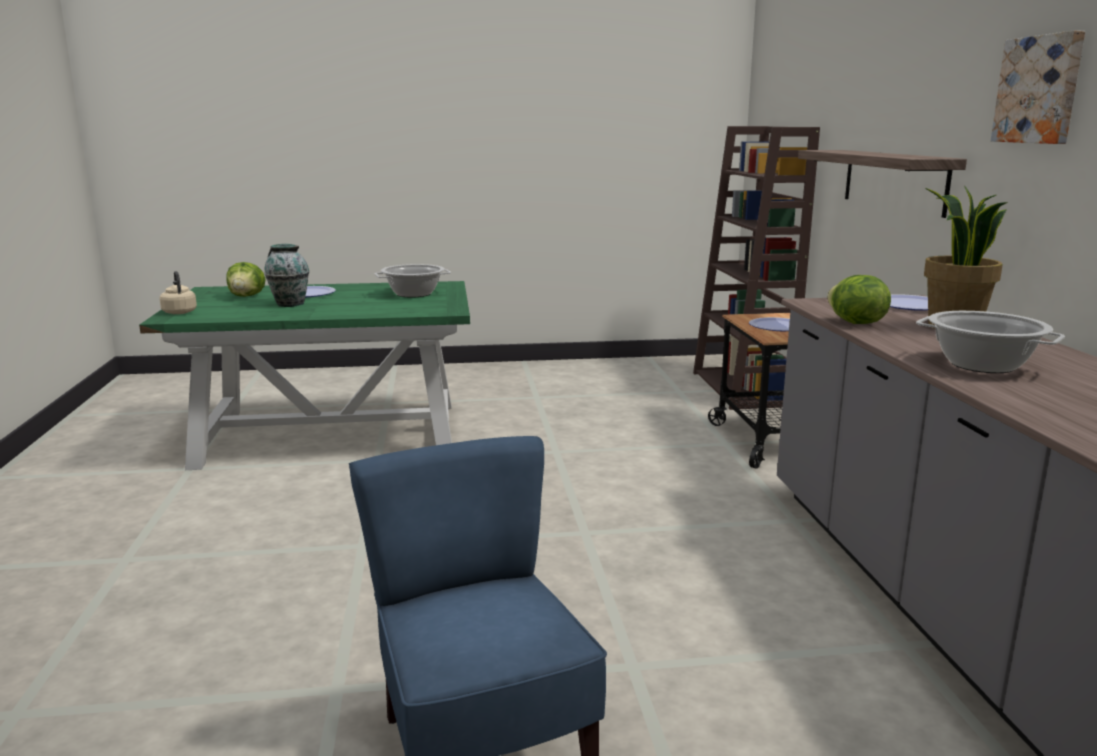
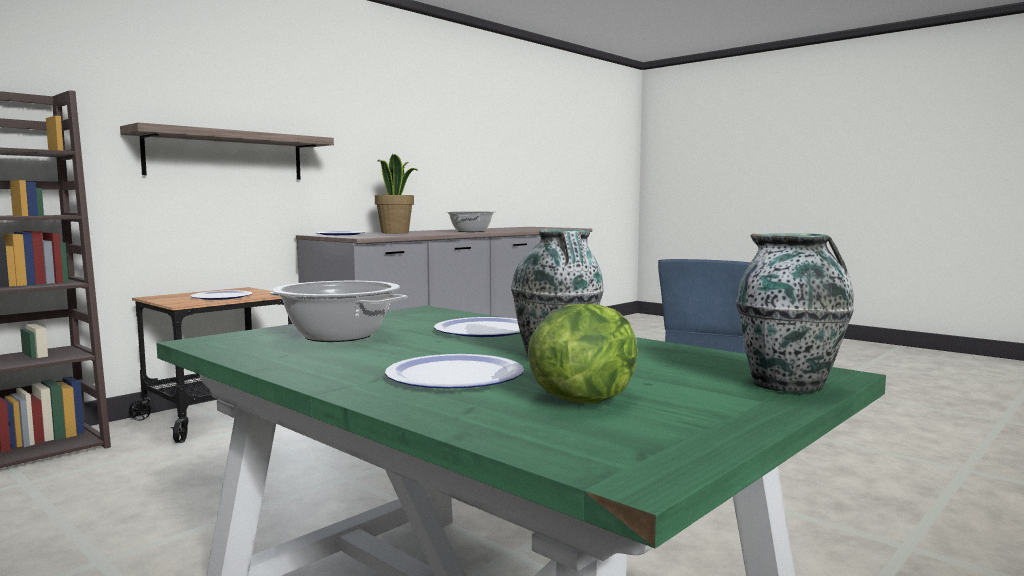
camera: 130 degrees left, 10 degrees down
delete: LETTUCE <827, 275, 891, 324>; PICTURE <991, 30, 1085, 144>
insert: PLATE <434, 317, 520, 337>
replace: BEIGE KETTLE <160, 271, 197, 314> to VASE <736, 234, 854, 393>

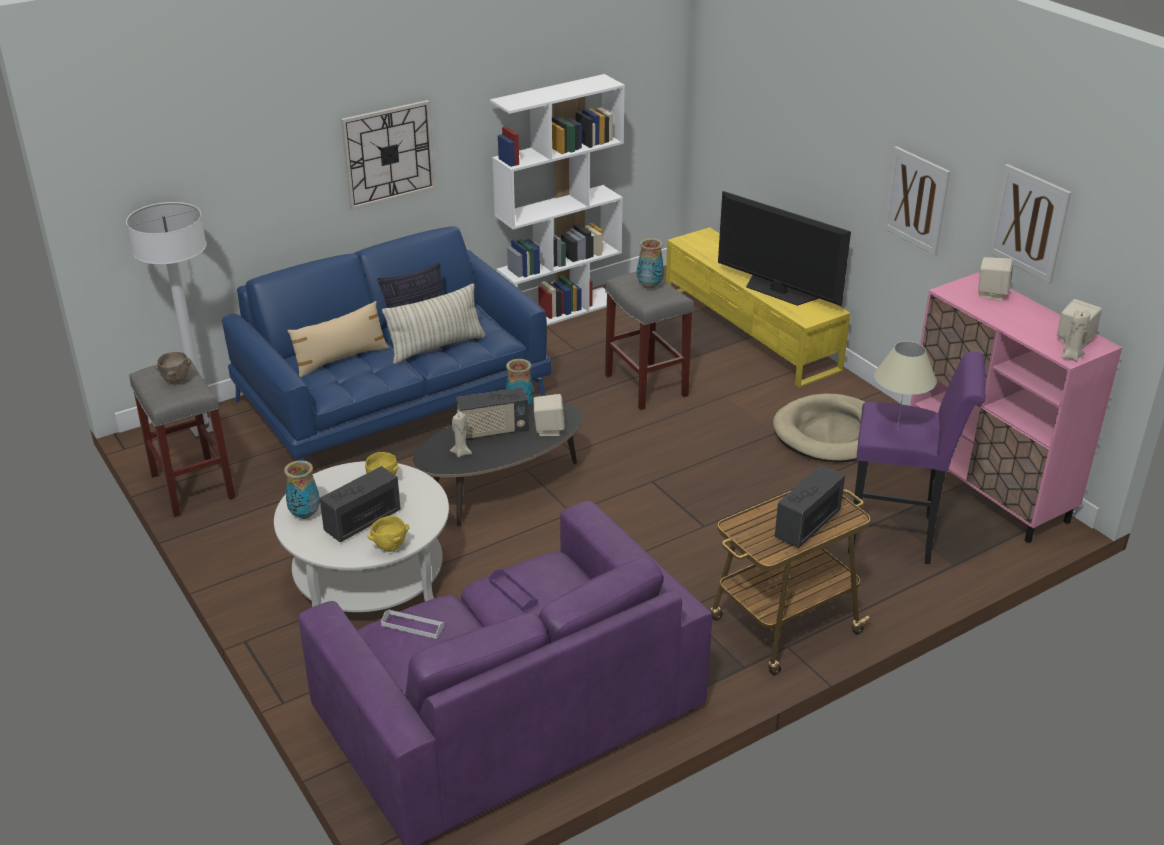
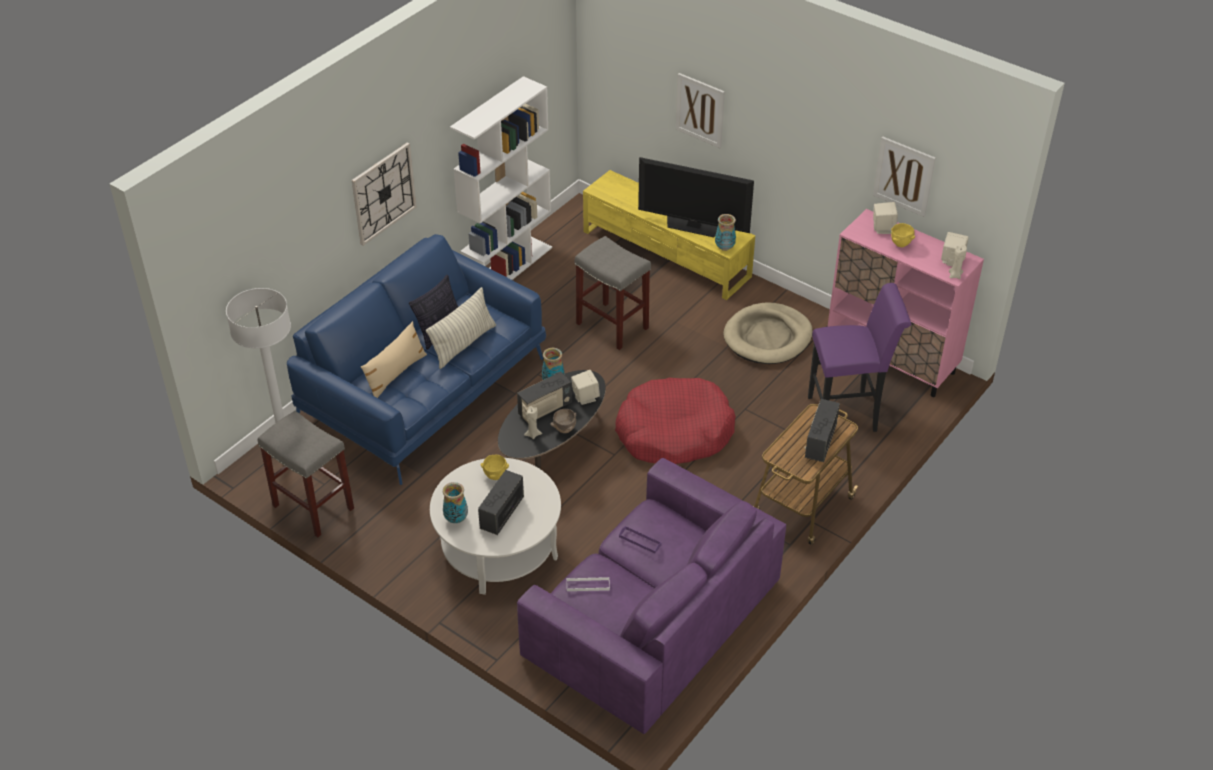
camera: 20 degrees left, 10 degrees up
delete: BEIGE TABLE LAMP <874, 341, 937, 430>
insert: RED DOG BED <615, 378, 736, 464>
move: BROWN BOWL <155, 352, 191, 384> to <551, 409, 576, 433>; YELLOW BOWL <367, 516, 409, 552> to <891, 223, 915, 247>; VASE <637, 238, 664, 289> to <715, 214, 736, 251>; PICTURE <883, 146, 951, 256> to <676, 73, 725, 148>

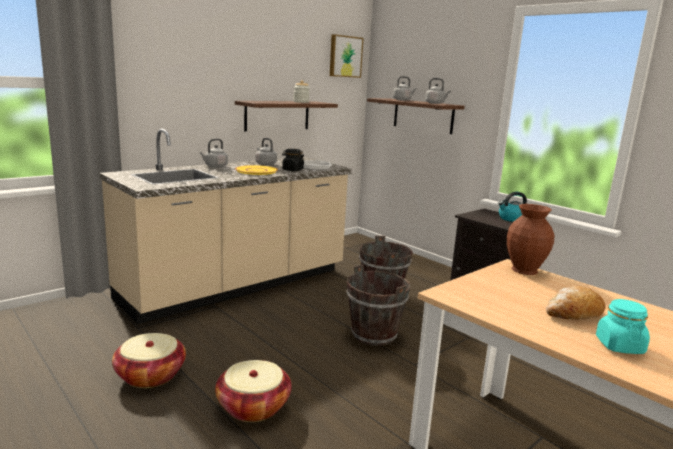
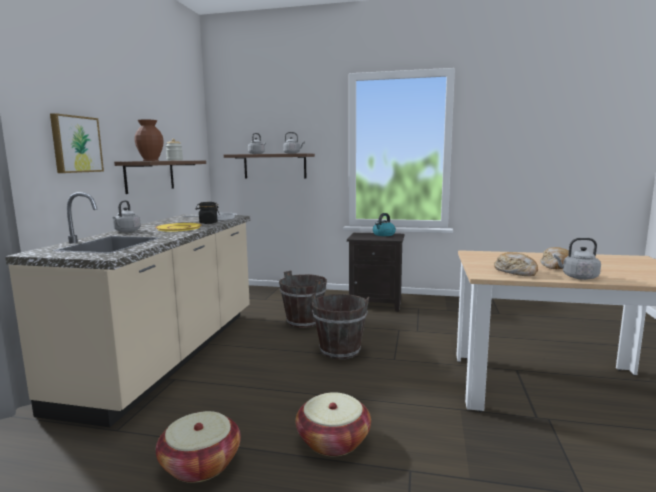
camera: 35 degrees left, 5 degrees down
delete: TURQUOISE JAR <596, 299, 650, 354>
insert: BREAD <494, 252, 538, 276>
move: GREY KETTLE <255, 138, 277, 166> to <554, 238, 601, 280>; PICTURE <330, 34, 364, 78> to <50, 113, 104, 173>; BROWN VASE <507, 204, 555, 275> to <135, 119, 164, 161>

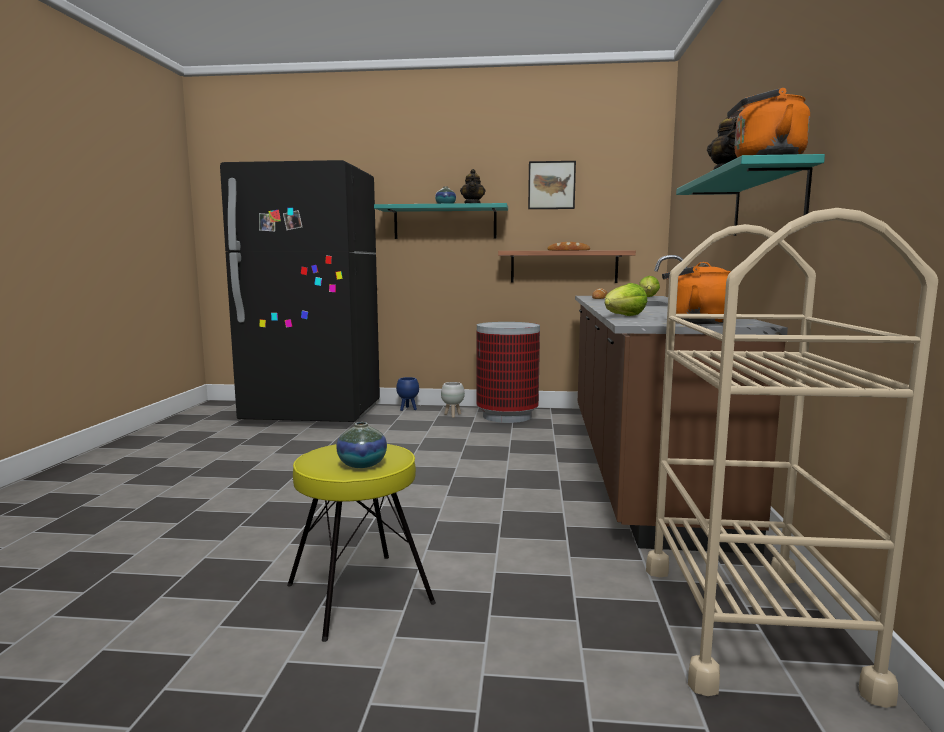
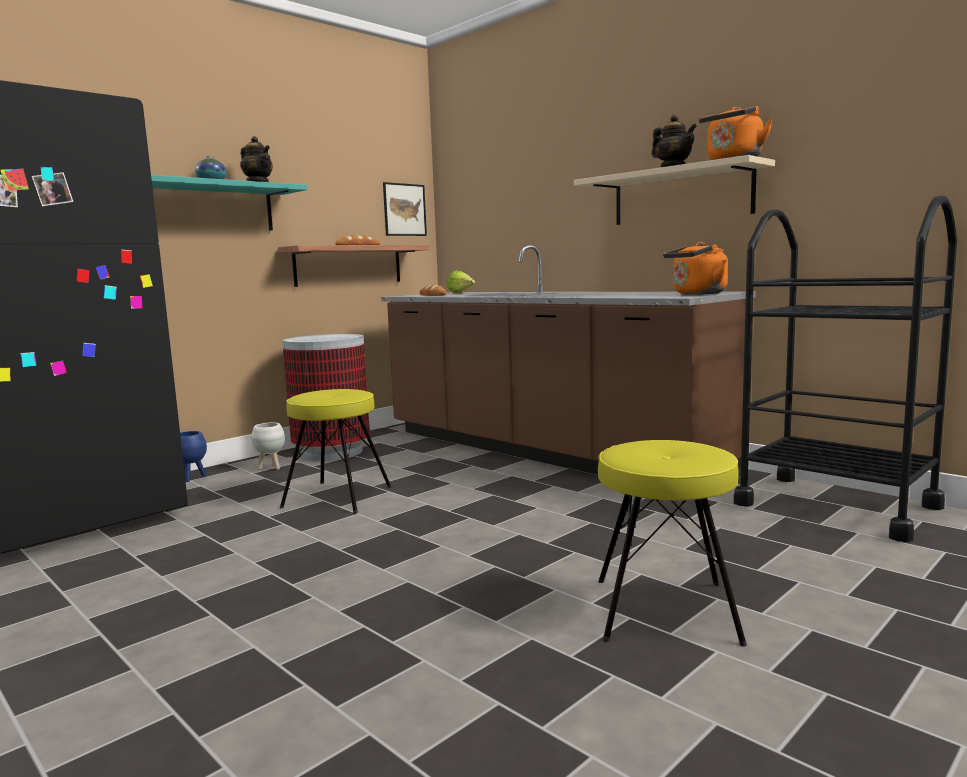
camera: 50 degrees left, 0 degrees up
delete: VASE <336, 422, 387, 468>; LETTUCE <605, 283, 648, 316>
insert: YELLOW STOOL <280, 389, 391, 514>
move: PICTURE <528, 161, 576, 209> to <383, 182, 427, 236>
recolor: BEIGE CART <646, 208, 938, 708> to BLACK CART <734, 195, 957, 542>; TURQUOISE SHELF <676, 154, 825, 236> to BEIGE SHELF <574, 155, 775, 225>

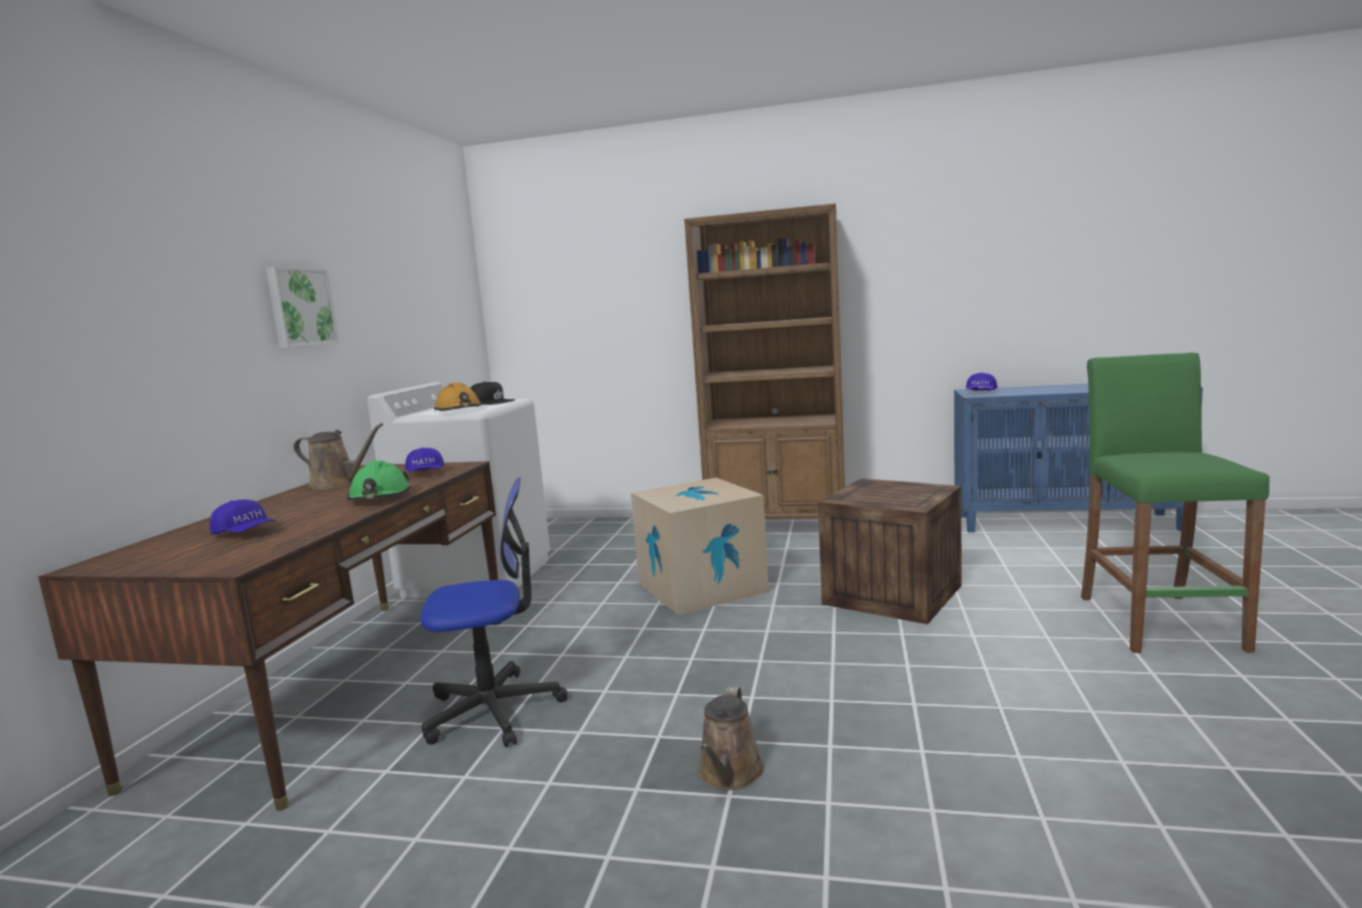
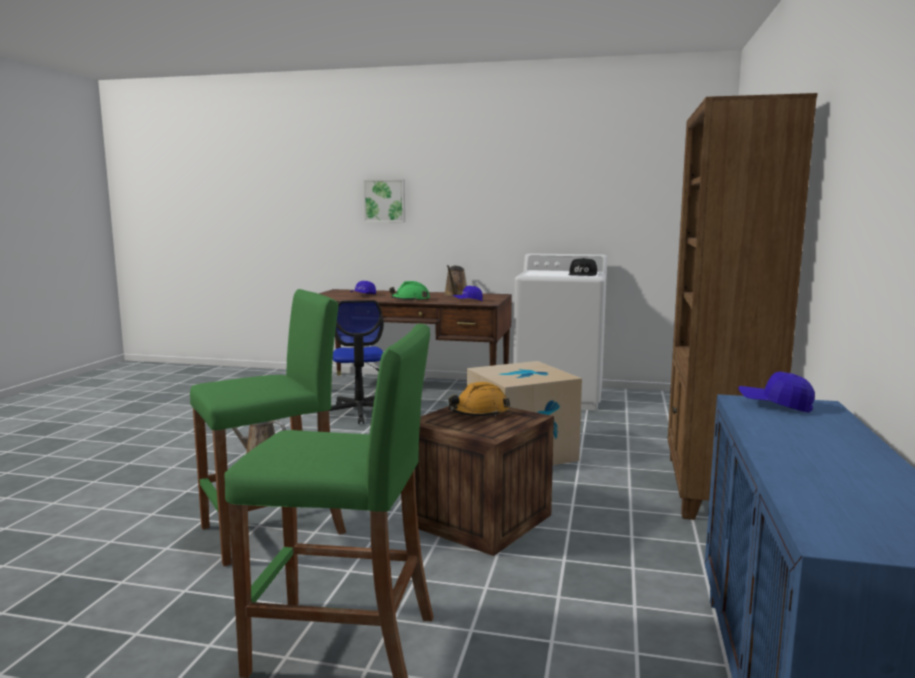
camera: 90 degrees right, 0 degrees up
insert: GREEN STOOL <190, 289, 346, 566>
move: PICTURE <266, 267, 339, 348> to <363, 179, 405, 222>; ORANGE HARD HAT <434, 382, 482, 412> to <449, 382, 510, 417>

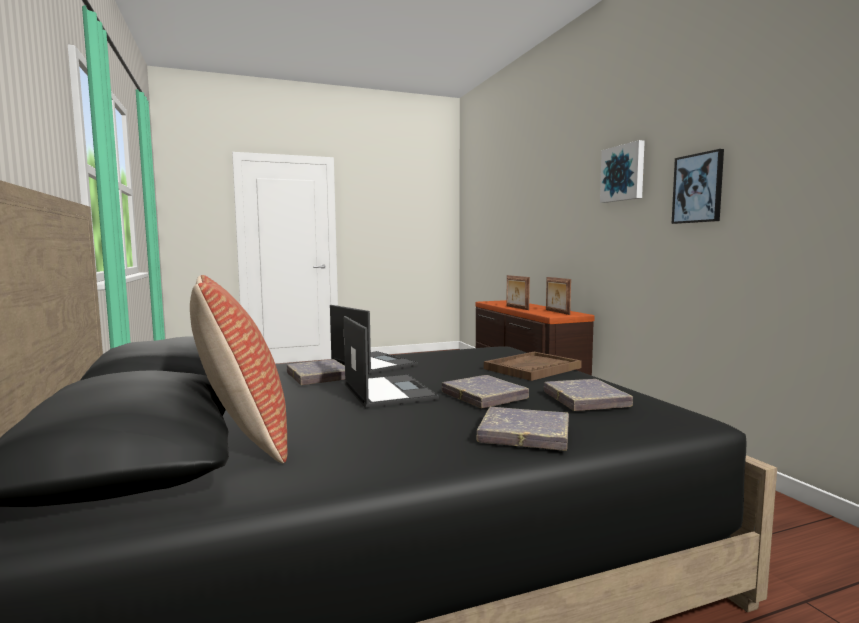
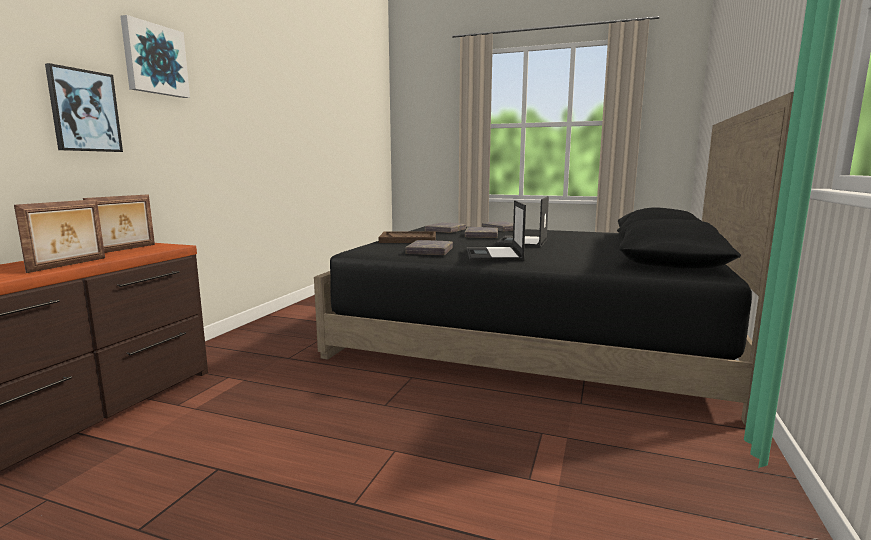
camera: 140 degrees left, 5 degrees up
delete: PILLOW <190, 275, 288, 464>
move: GREY BOOK <287, 359, 345, 385> to <405, 240, 453, 255>; PICTURE <672, 149, 724, 224> to <45, 63, 123, 152>

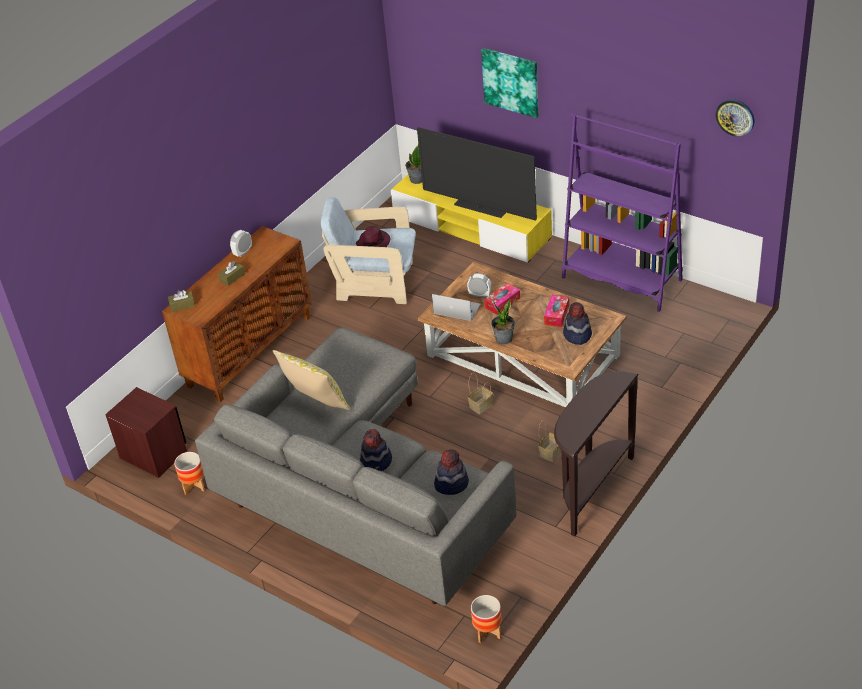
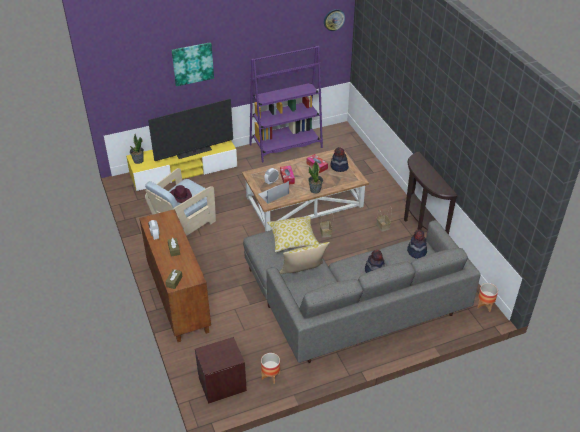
camera: 60 degrees left, 0 degrees up
insert: PILLOW <267, 216, 320, 252>

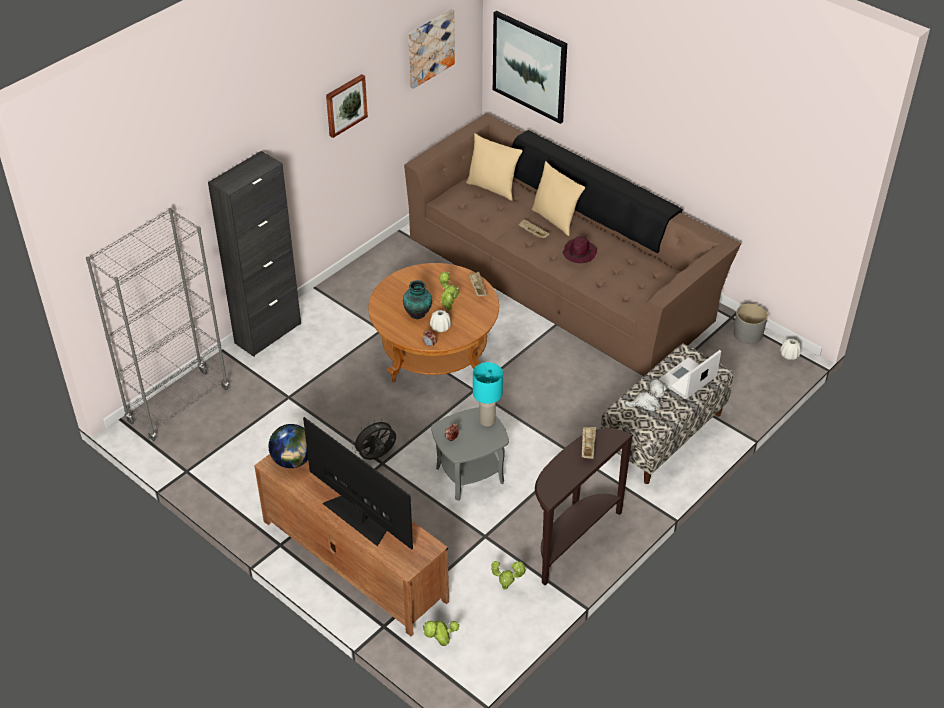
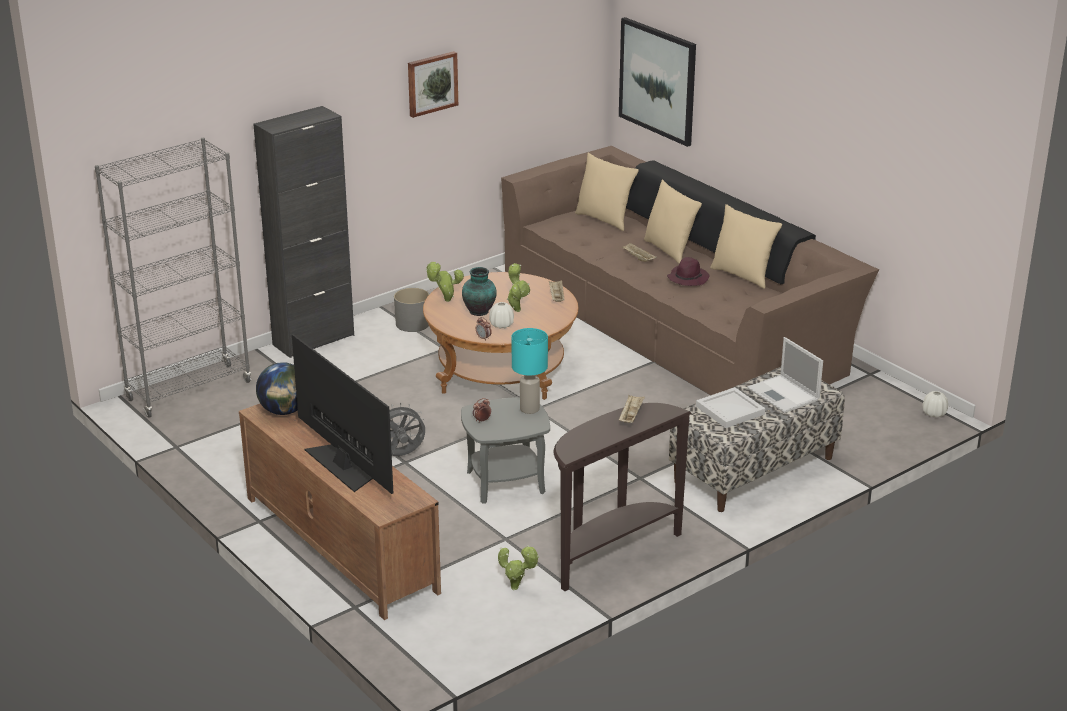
camera: 10 degrees right, 15 degrees down
delete: PICTURE <409, 9, 455, 89>
insert: BEIGE PILLOW <710, 204, 782, 289>
move: POTTED PLANT <423, 620, 459, 646> to <425, 262, 464, 302>; GREY PLANTER <733, 303, 768, 344> to <394, 288, 429, 332>
replace: PLUSH TOY <625, 378, 667, 412> to WHITE TRAY <696, 387, 765, 428>
rotate: LAPTOP <659, 350, 721, 399> = <747, 337, 823, 413> 90 degrees counterclockwise

